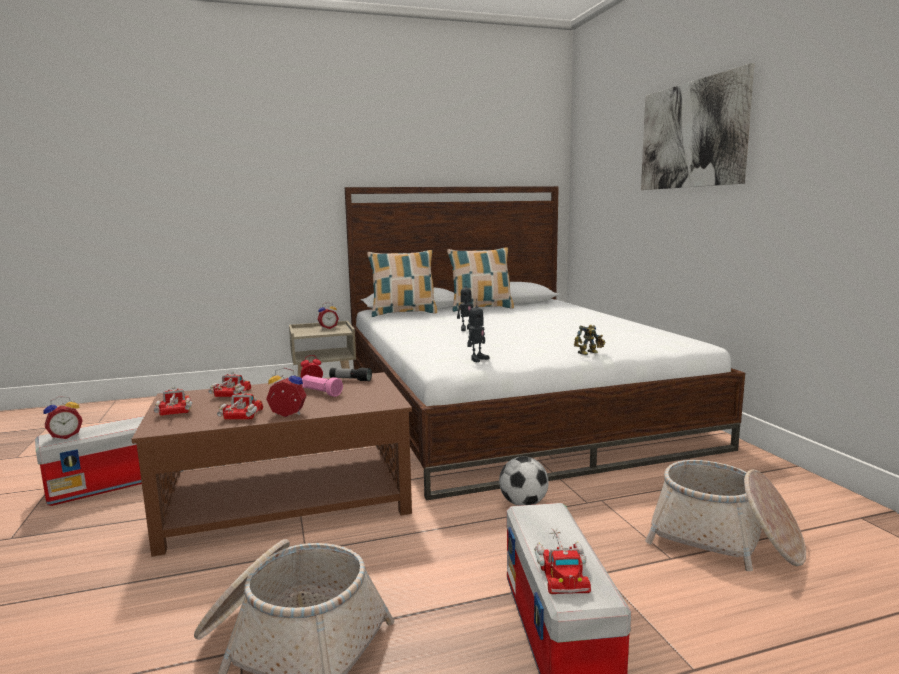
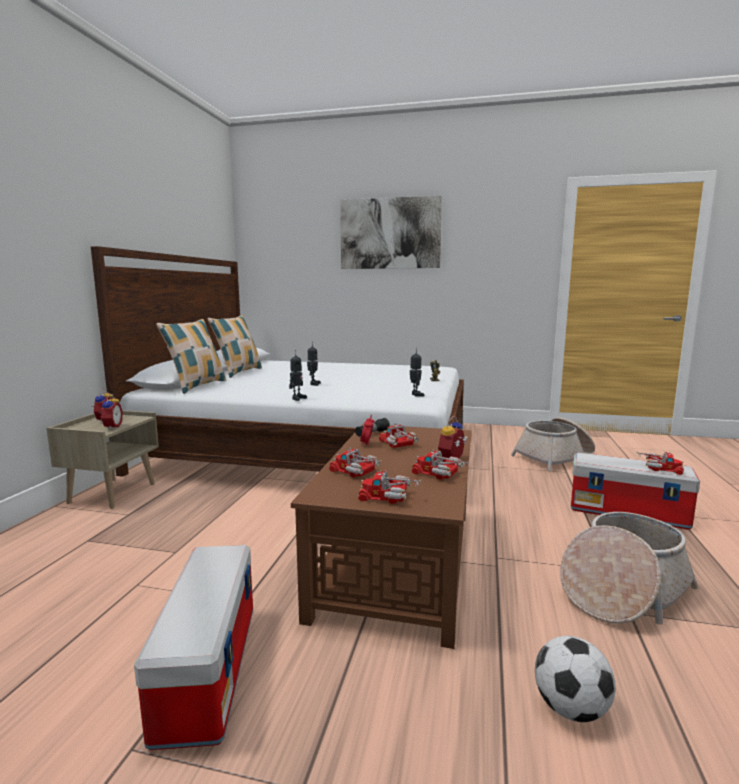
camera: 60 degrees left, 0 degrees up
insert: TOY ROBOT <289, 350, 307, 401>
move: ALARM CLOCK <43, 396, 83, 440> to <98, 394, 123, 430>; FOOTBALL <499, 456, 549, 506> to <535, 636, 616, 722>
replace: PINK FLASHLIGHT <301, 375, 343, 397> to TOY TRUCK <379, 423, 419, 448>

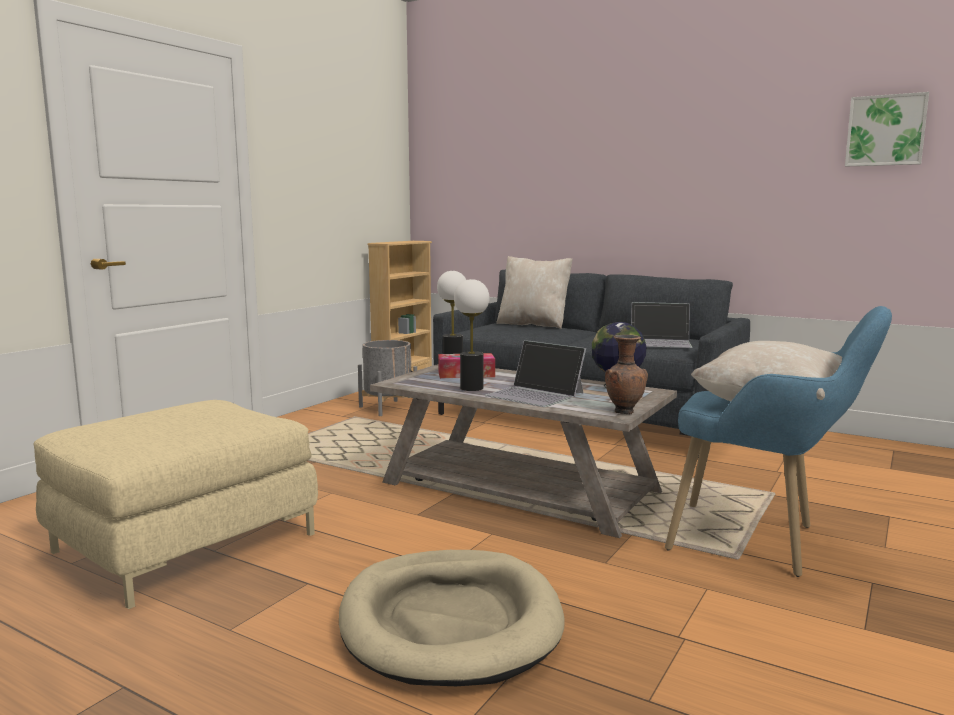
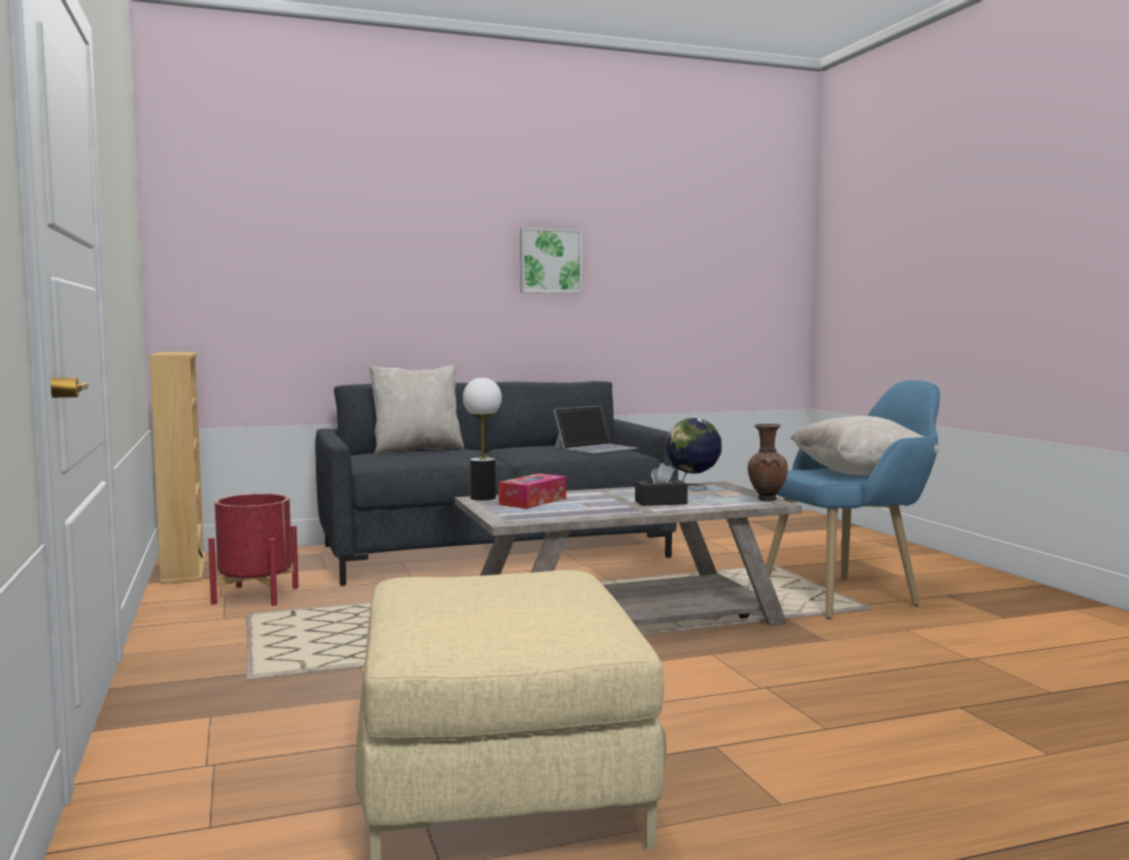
camera: 50 degrees left, 5 degrees down
delete: BEIGE DOG BED <339, 550, 565, 686>; TABLE LAMP <454, 279, 490, 391>
move: PICTURE <845, 92, 929, 166> to <520, 228, 582, 293>
replace: LAPTOP <485, 340, 586, 407> to BLACK TISSUE BOX <635, 463, 688, 506>
recolor: GREY PLANTER <358, 340, 417, 416> to RED PLANTER <208, 494, 298, 606>

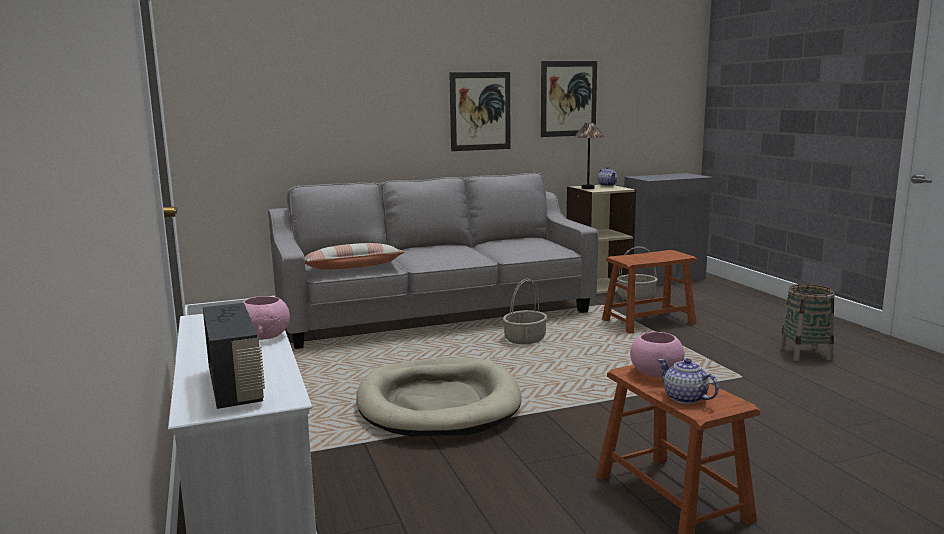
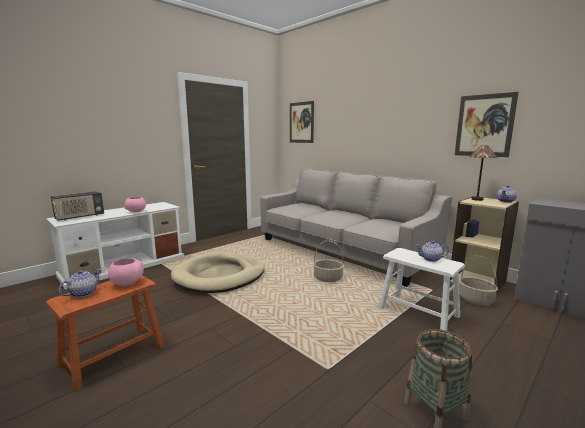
camera: 65 degrees right, 0 degrees up
delete: PILLOW <305, 243, 405, 270>
insert: TEAPOT <416, 241, 449, 262>
move: PICTURE <449, 72, 510, 151> to <290, 101, 314, 143>
recolor: BROWN STOOL <602, 250, 697, 333> to WHITE STOOL <378, 248, 465, 331>

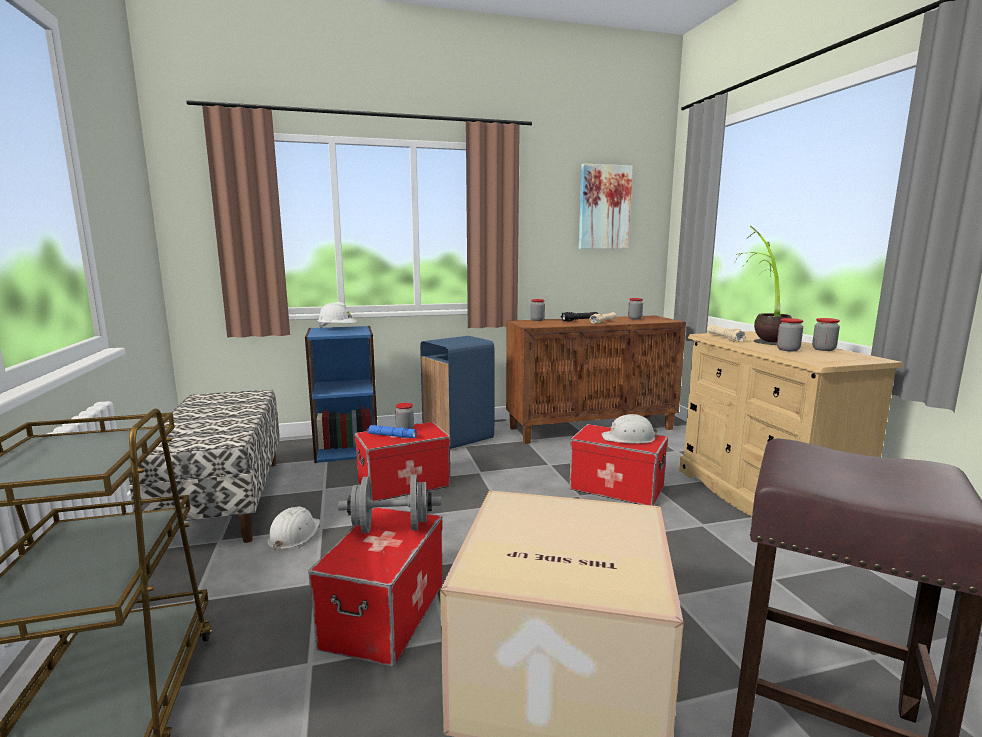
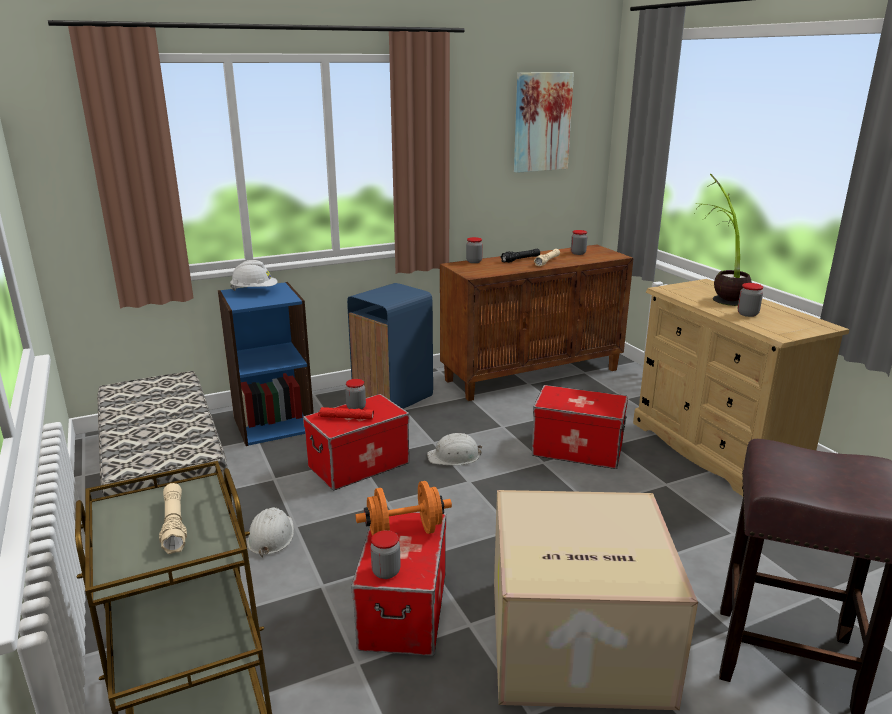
camera: 10 degrees left, 10 degrees up
move: WHITE HARD HAT <601, 414, 658, 444> to <427, 433, 482, 466>; BEIGE FLASHLIGHT <707, 324, 746, 342> to <159, 483, 187, 554>; JAR <812, 318, 840, 351> to <371, 530, 401, 579>
recolor: GREY DUMBBELL <338, 475, 441, 533> to ORANGE DUMBBELL <356, 481, 452, 536>; BLUE FLASHLIGHT <367, 425, 417, 438> to RED FLASHLIGHT <318, 407, 374, 420>

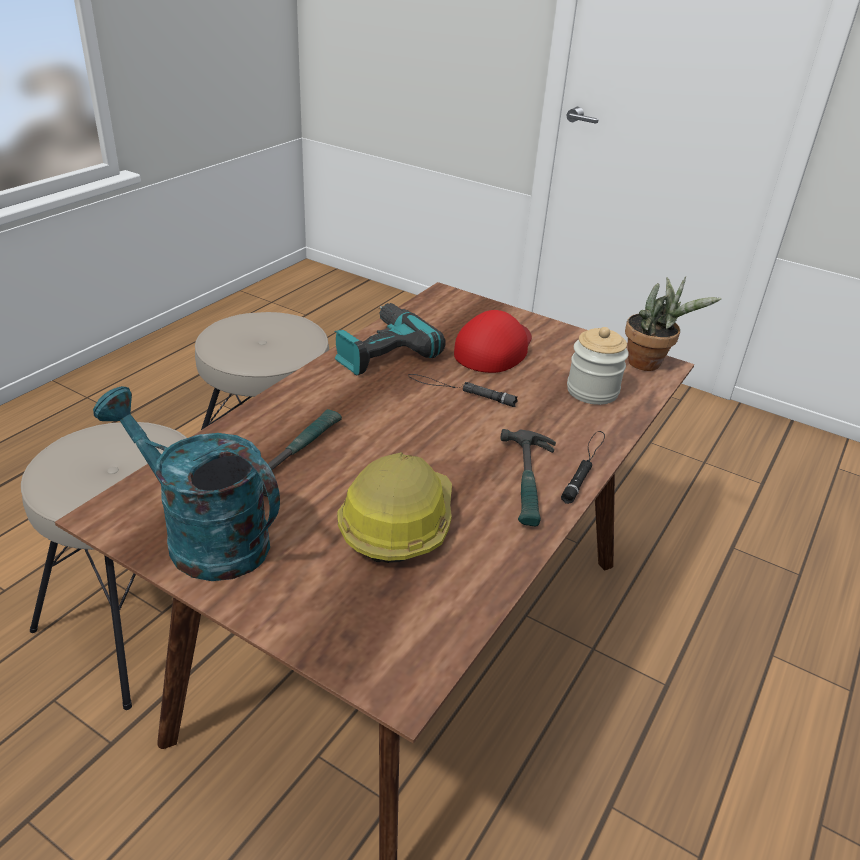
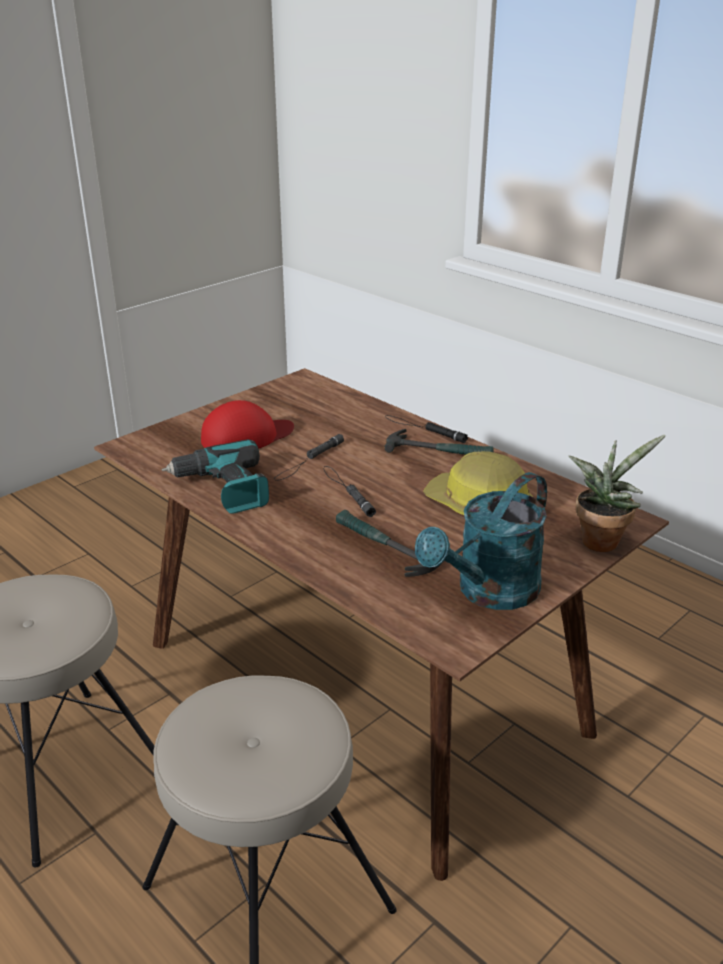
camera: 75 degrees left, 5 degrees down
delete: JAR <567, 327, 629, 405>
insert: BLACK FLASHLIGHT <324, 466, 376, 517>
move: POTTED PLANT <625, 276, 721, 371> to <569, 435, 666, 552>
rotate: RED CAP <454, 310, 532, 373> = <201, 400, 294, 449> 105 degrees clockwise

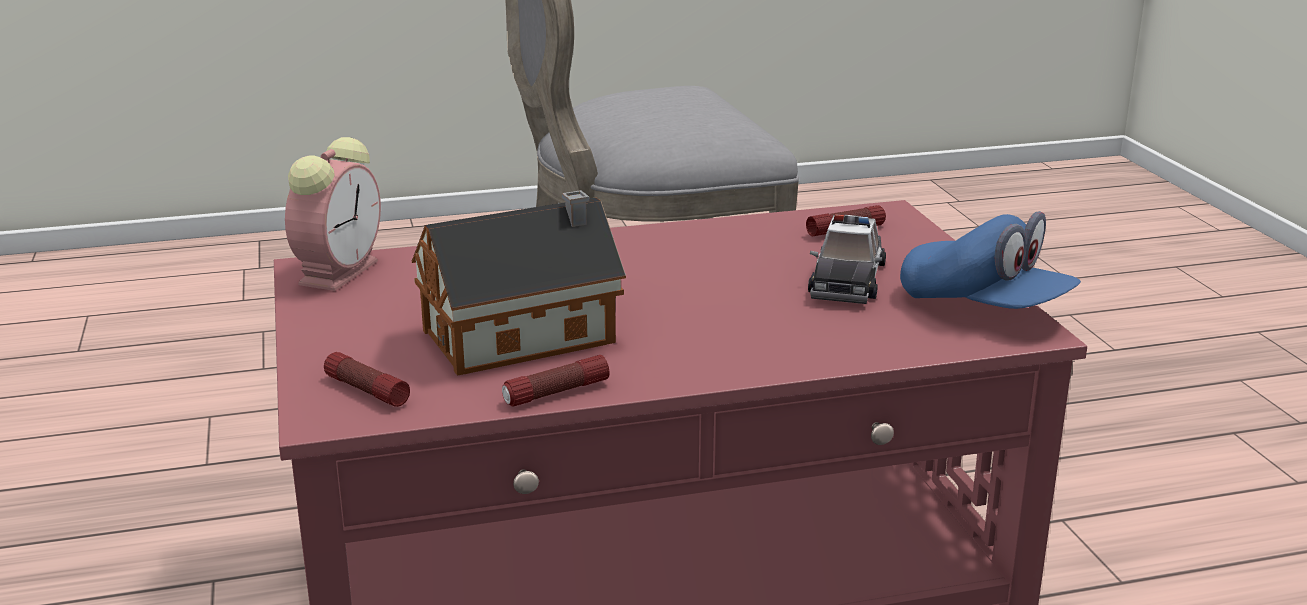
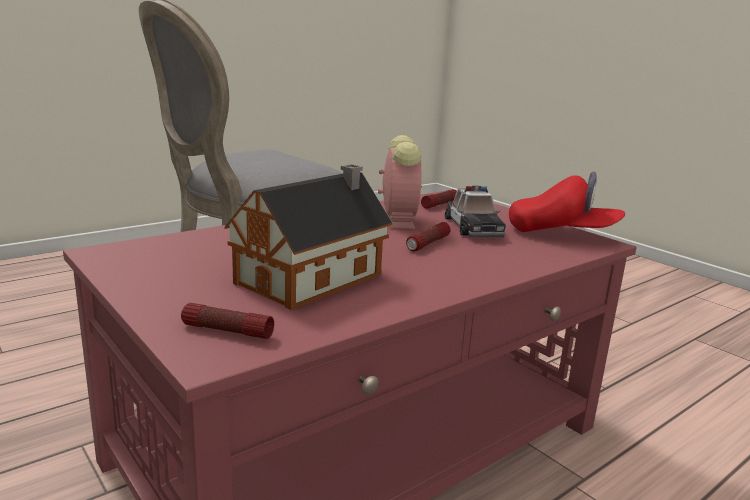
camera: 25 degrees left, 5 degrees down
move: ALARM CLOCK <285, 137, 381, 291> to <378, 135, 422, 229>; FLASHLIGHT <502, 355, 609, 407> to <406, 222, 451, 252>
recolor: BLUE CAP <900, 211, 1081, 309> to RED CAP <509, 172, 625, 232>

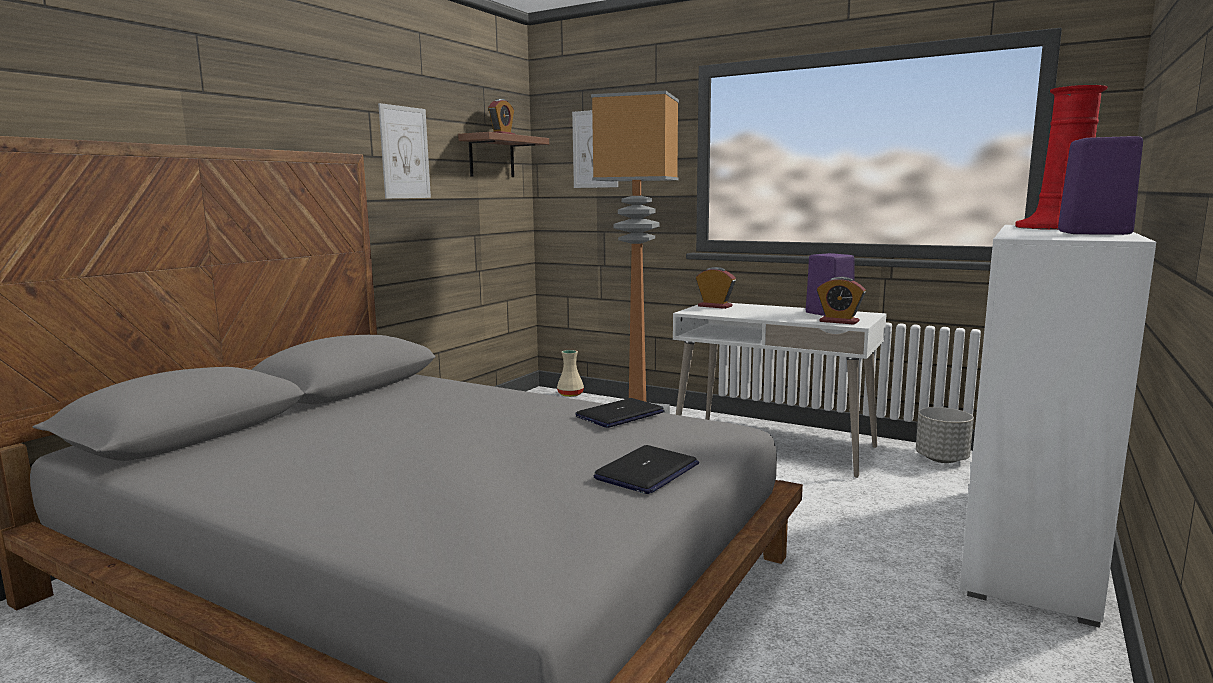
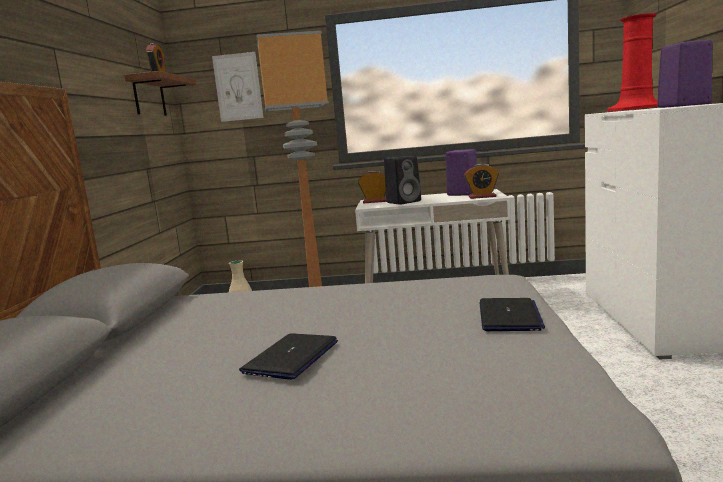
camera: 25 degrees left, 0 degrees up
delete: PICTURE <378, 103, 431, 199>; GREY PLANTER <916, 407, 974, 463>
insert: BLACK SPEAKER <384, 156, 421, 205>
move: LAPTOP <575, 398, 665, 428> to <239, 333, 338, 380>

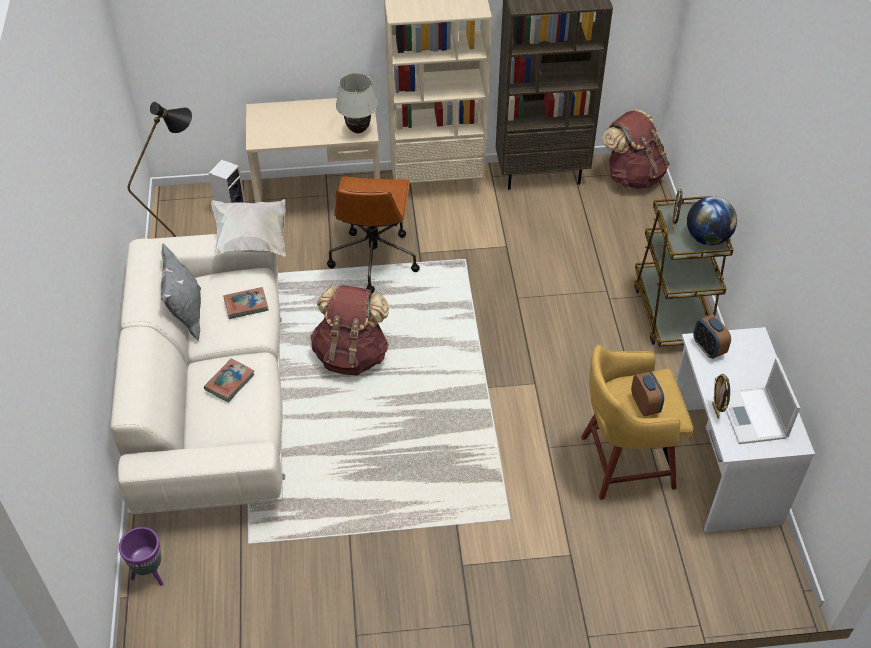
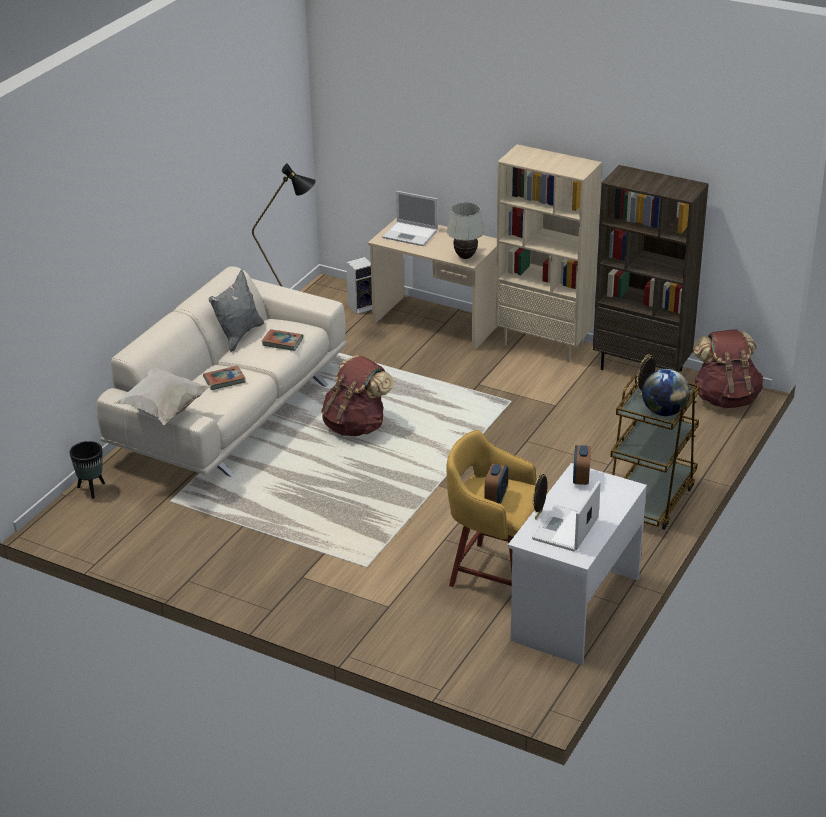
camera: 35 degrees right, 15 degrees down
delete: BROWN OFFICE CHAIR <327, 177, 420, 293>
insert: LAPTOP <382, 191, 438, 246>
move: WHITE PILLOW <211, 199, 286, 257> to <112, 366, 211, 425>
recolor: PURPLE PLANTER <119, 527, 163, 585> to BLACK PLANTER <69, 441, 105, 499>

